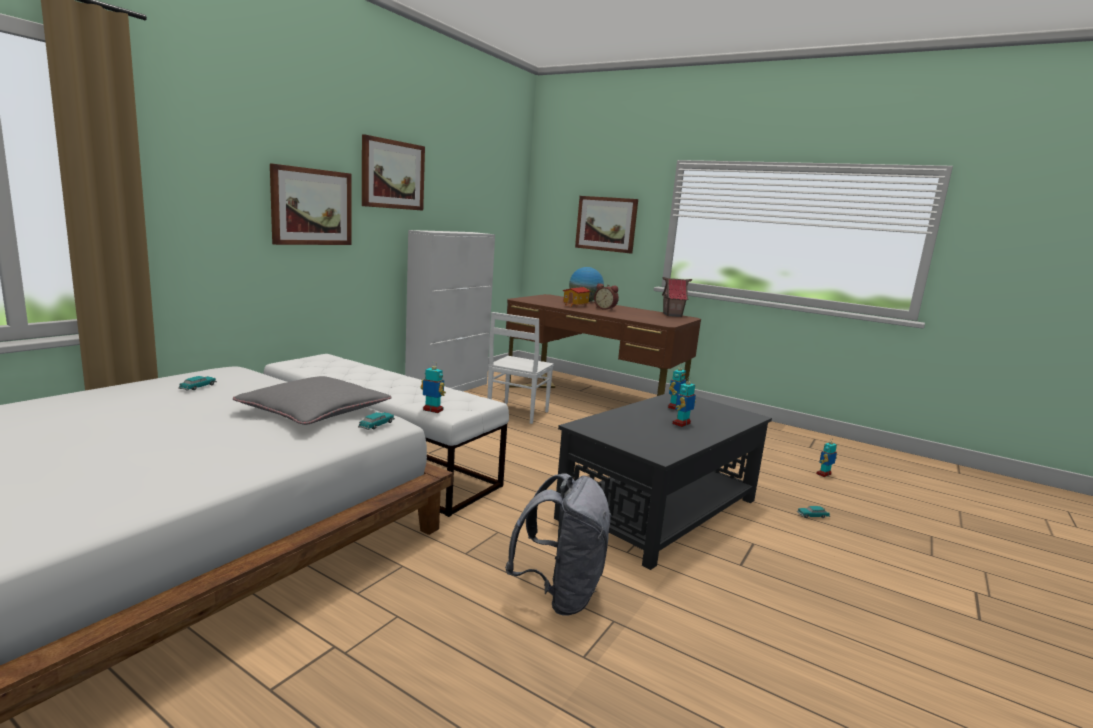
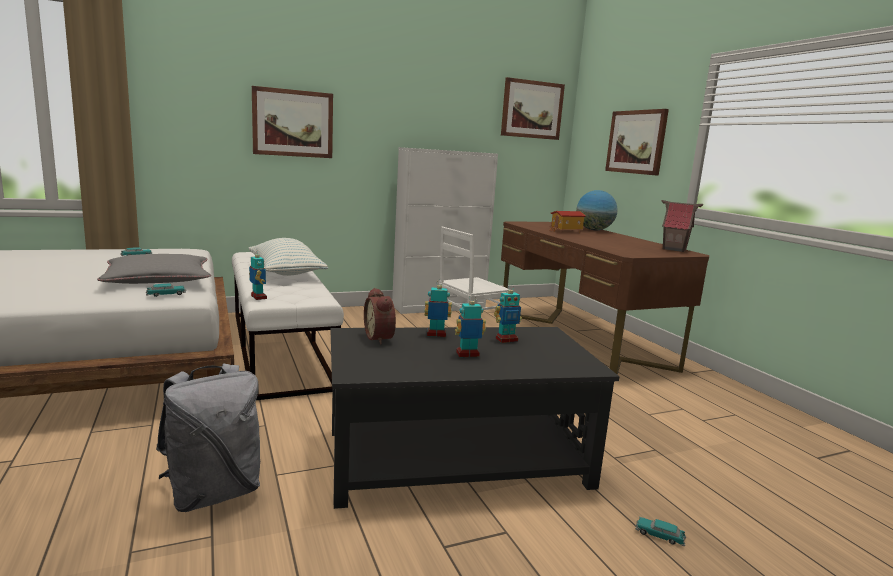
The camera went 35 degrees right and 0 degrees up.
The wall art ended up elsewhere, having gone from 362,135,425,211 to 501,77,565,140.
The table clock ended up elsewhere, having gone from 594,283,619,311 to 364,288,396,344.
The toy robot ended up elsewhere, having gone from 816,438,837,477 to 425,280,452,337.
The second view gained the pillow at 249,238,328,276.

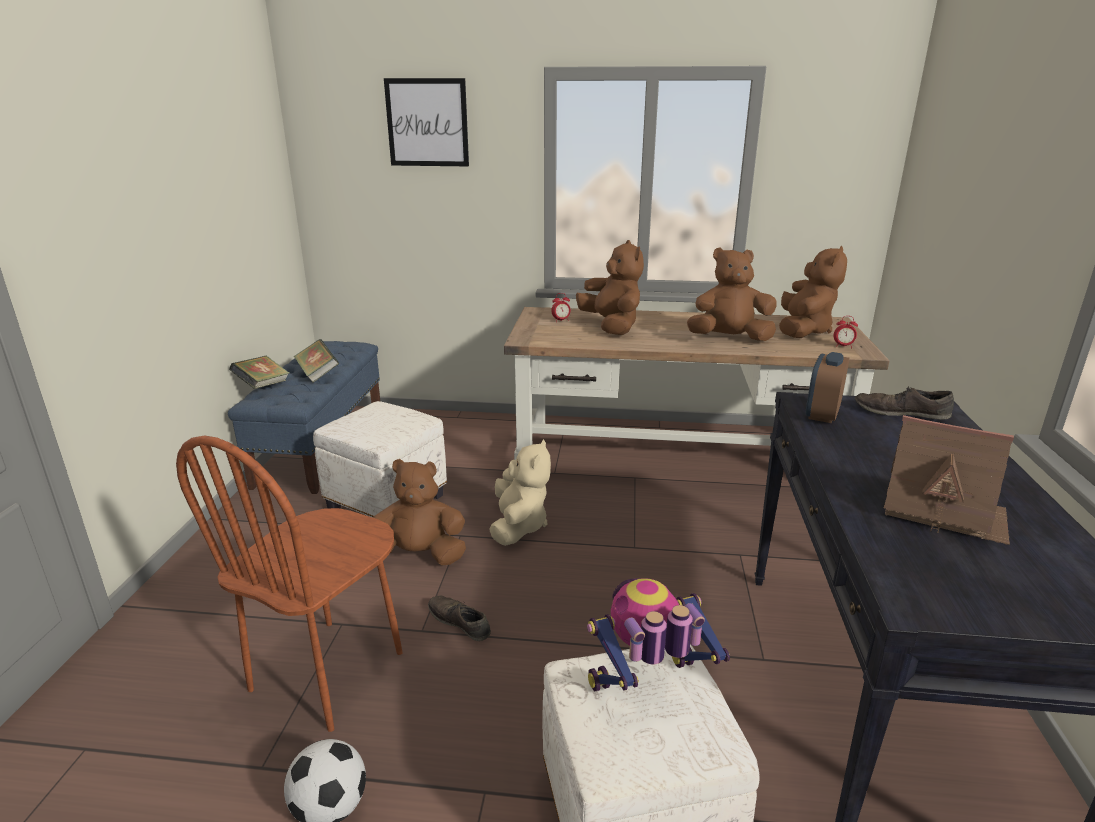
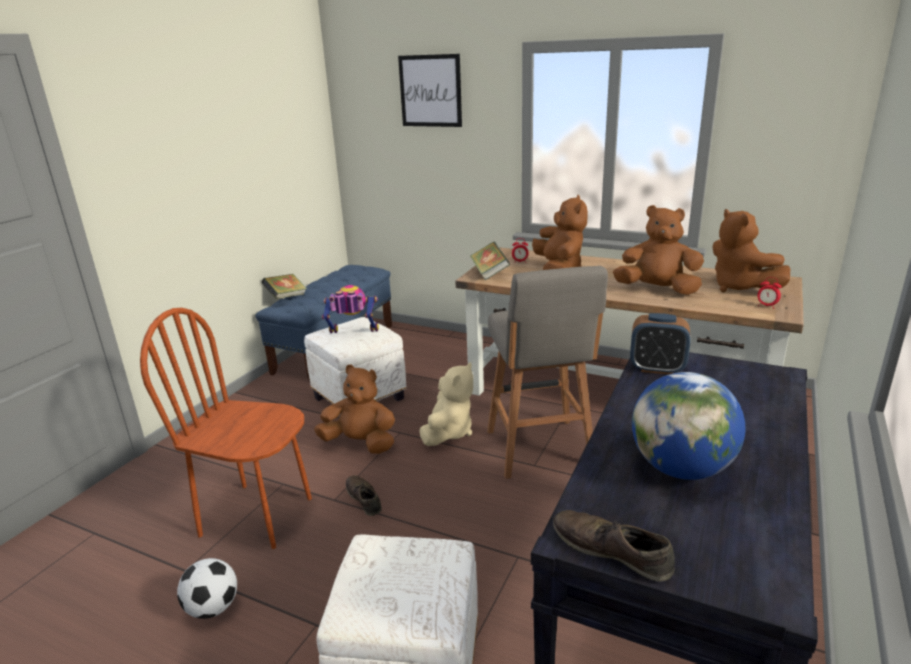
The camera went 20 degrees right and 0 degrees up.
The brownish upright chair at 176,436,403,732 ended up facing another way, 60 degrees clockwise from before.
The volume ended up elsewhere, having gone from 294,339,339,382 to 470,242,510,281.
The toy robot ended up elsewhere, having gone from 587,578,730,691 to 322,285,379,333.
The brownish soft toy at 779,246,847,338 ended up facing another way, 120 degrees clockwise from before.
The table clock at 806,352,849,423 ended up facing another way, 120 degrees counterclockwise from before.
The brownish low shoe ended up elsewhere, having gone from 855,386,954,420 to 553,510,675,582.
Where the model house stood at 884,415,1014,545, the world globe came to stand at 632,372,745,480.
The second view gained the grey sitting stool at 487,266,608,479.

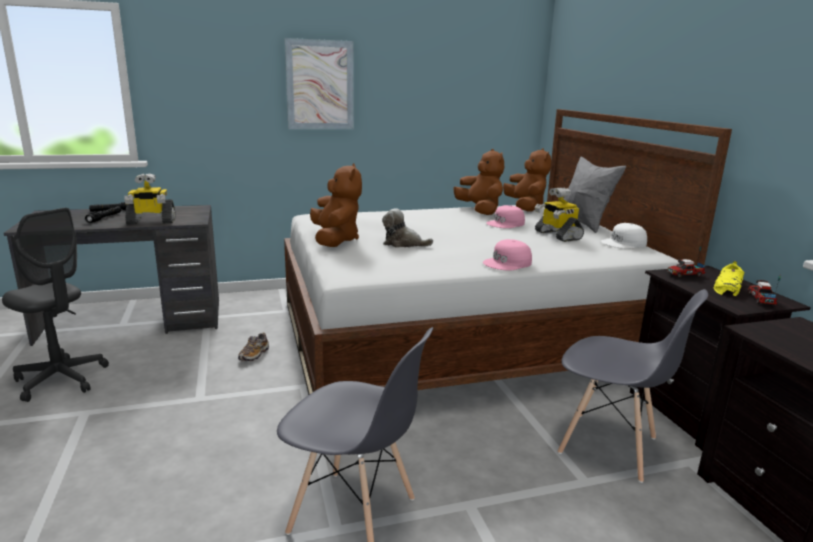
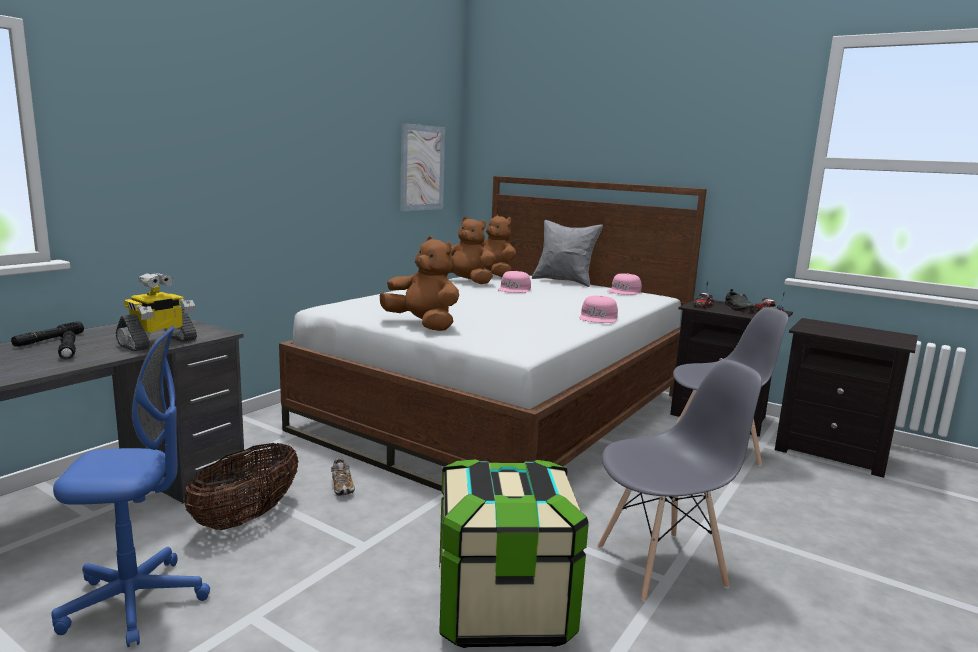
The camera went 40 degrees left and 5 degrees down.
What was the grey computer chair at 2,208,109,402 turned into the bluish computer chair at 51,326,210,647.
The wall art ended up elsewhere, having gone from 285,38,354,129 to 400,123,445,211.
The second view lost the soft toy at 382,208,433,247.
The second view lost the toy robot at 535,188,584,242.
What was the white-coloured baseball cap at 601,223,647,249 turned into the pink-coloured baseball cap at 607,273,642,295.
What was the yellow-coloured low shoe at 714,261,745,296 turned into the black-coloured low shoe at 725,289,755,313.
The second view gained the storage basket at 184,443,299,530.
The second view gained the storage box at 439,459,589,648.

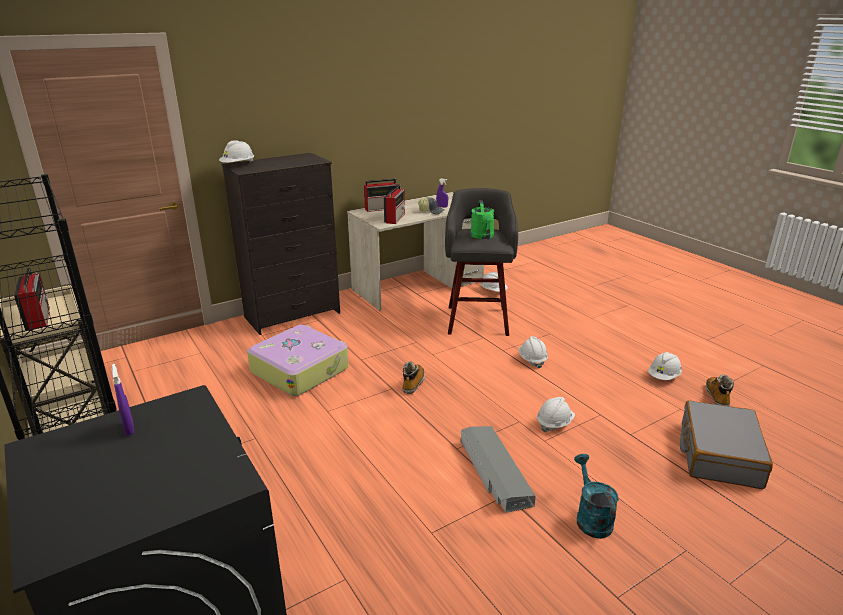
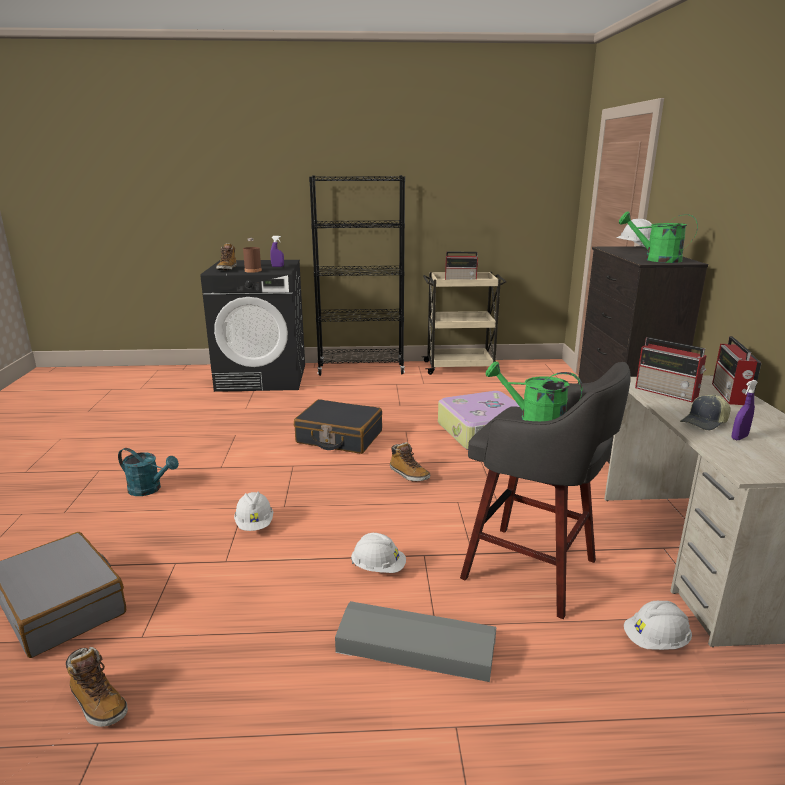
The camera went 120 degrees right and 5 degrees down.
The grey storage box ended up elsewhere, having gone from 461,426,536,513 to 335,601,496,682.
The second view lost the white-coloured safety helmet at 648,352,682,380.
The second view gained the boot at 216,243,237,270.
The second view gained the brownish drink bottle at 243,238,262,273.
The second view gained the black-coloured suitcase at 294,399,382,454.
The second view gained the greenish watering can at 619,211,698,263.

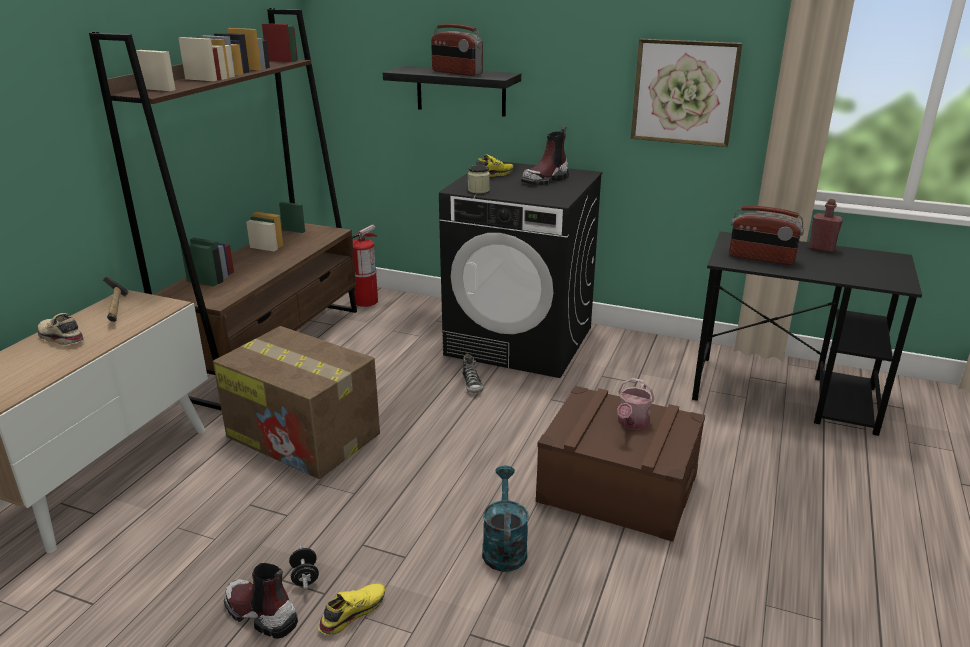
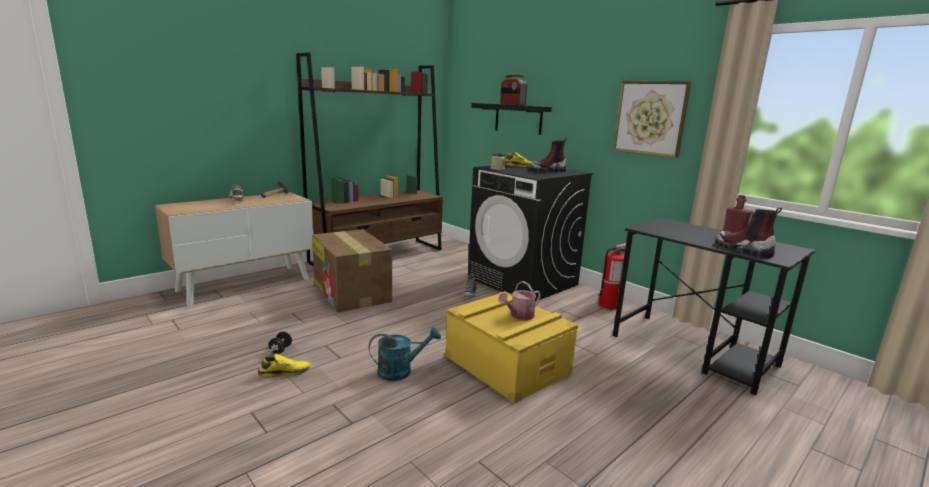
The camera went 25 degrees right and 10 degrees down.
The boot ended up elsewhere, having gone from 224,563,298,639 to 716,208,782,258.
The fire-fighting cylinder ended up elsewhere, having gone from 352,224,378,307 to 599,243,626,310.
The turquoise-coloured watering can at 482,465,529,572 ended up facing another way, 45 degrees clockwise from before.
What was the brownish storage box at 536,386,705,542 turned into the yellow-coloured storage box at 445,291,578,404.
The second view lost the radio set at 729,206,804,265.

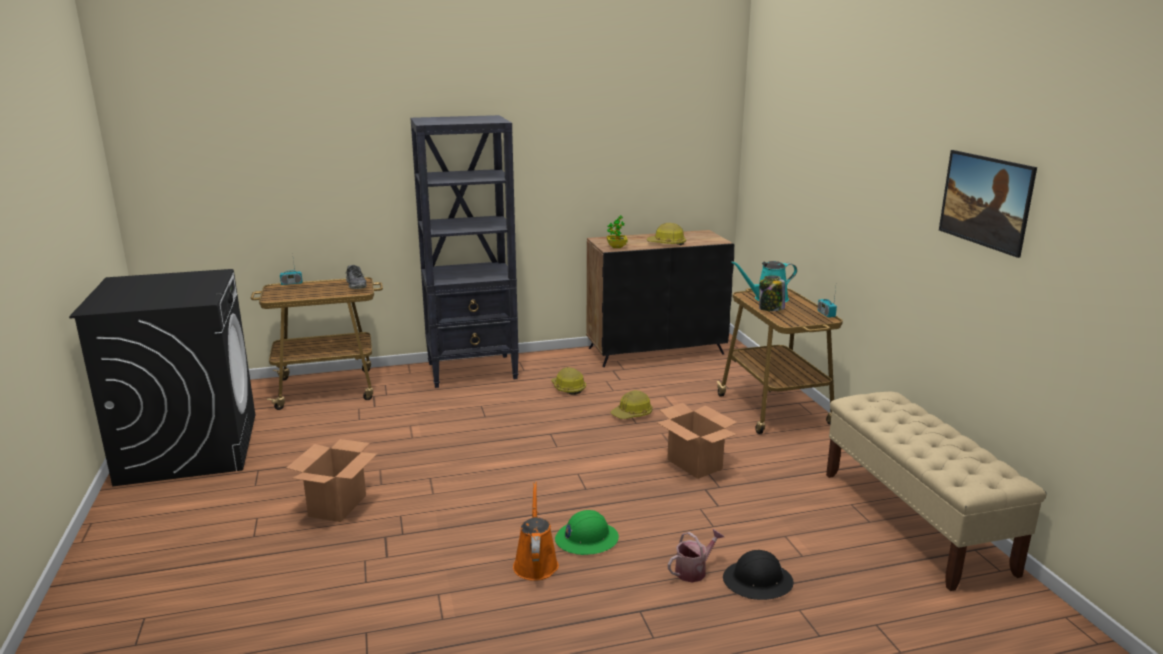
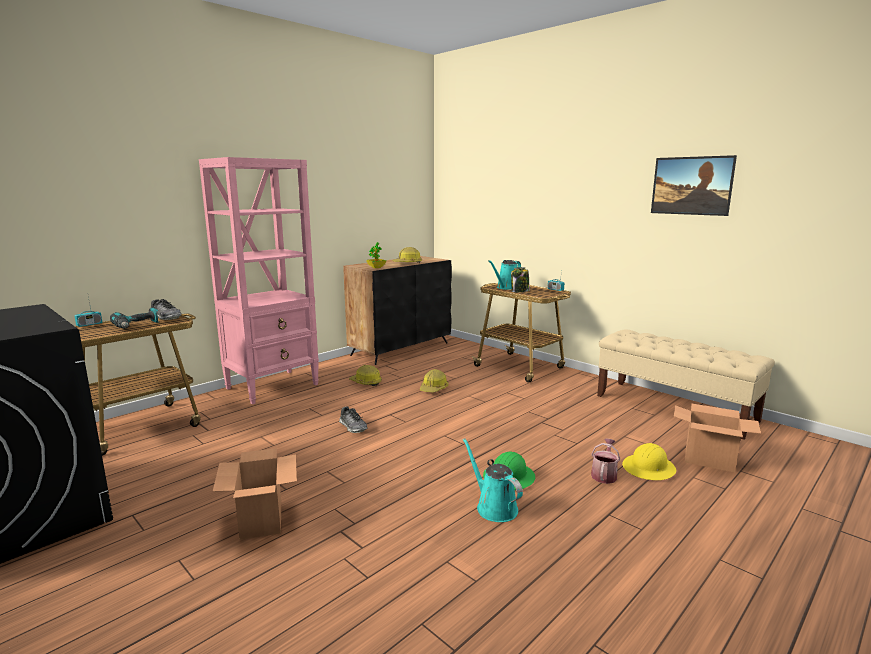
The camera went 30 degrees left and 5 degrees down.
What was the black-coloured bookshelf at 410,115,519,388 turned into the pink-coloured bookshelf at 199,157,319,404.
What was the orange-coloured watering can at 513,482,559,581 turned into the turquoise-coloured watering can at 463,438,523,522.
The packing box ended up elsewhere, having gone from 657,403,737,479 to 674,404,761,472.
What was the black-coloured safety helmet at 723,550,794,600 turned into the yellow-coloured safety helmet at 622,443,676,480.
The second view gained the power drill at 110,307,159,329.
The second view gained the low shoe at 339,406,368,433.

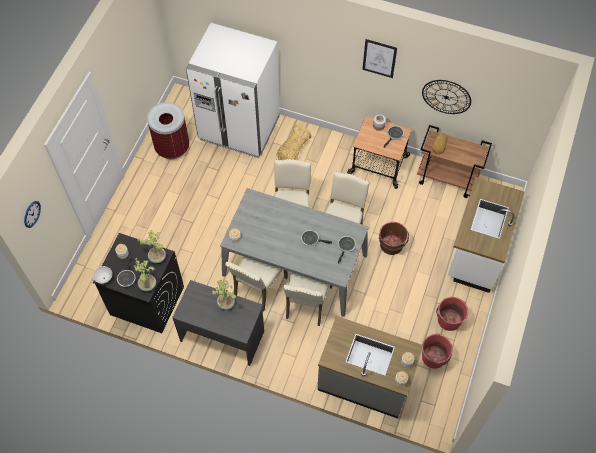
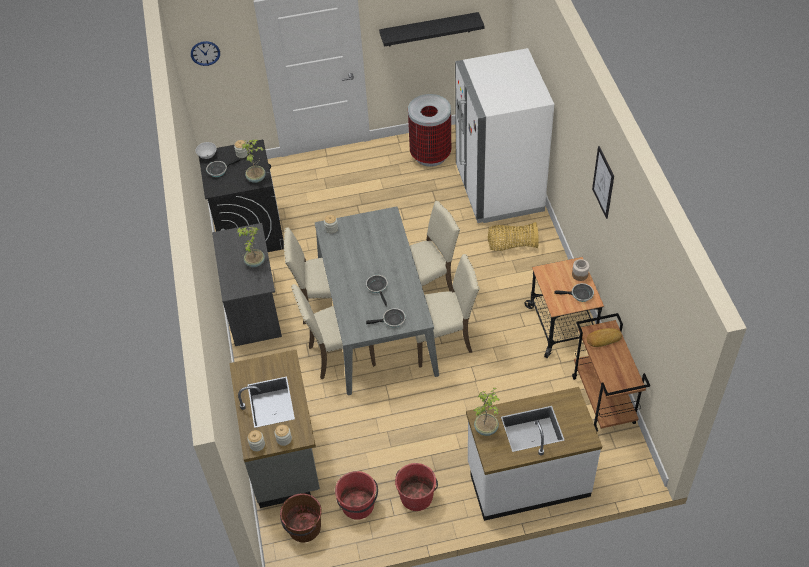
The camera went 60 degrees right and 10 degrees down.
The plant in a pot ended up elsewhere, having gone from 133,258,156,291 to 473,388,500,436.
The brownish water bucket ended up elsewhere, having gone from 379,222,409,255 to 280,493,322,542.
The second view lost the clock on the wall at 422,80,471,114.
The second view gained the black-coloured bracket shelf at 379,12,484,47.

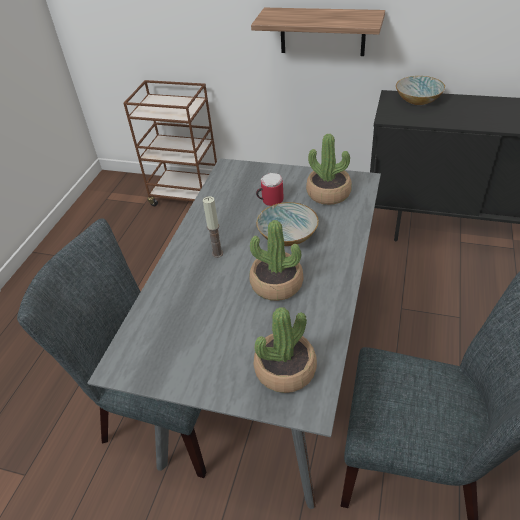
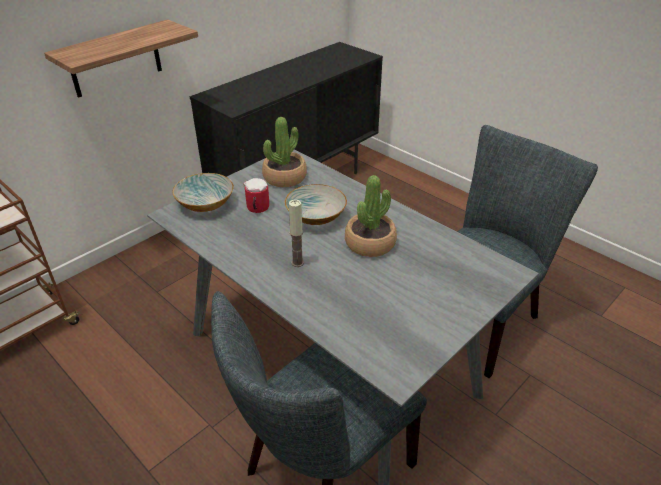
The camera went 65 degrees left and 5 degrees down.
The second view lost the plant in a pot at 254,307,317,393.
The bowl ended up elsewhere, having gone from 396,76,445,105 to 172,173,234,212.

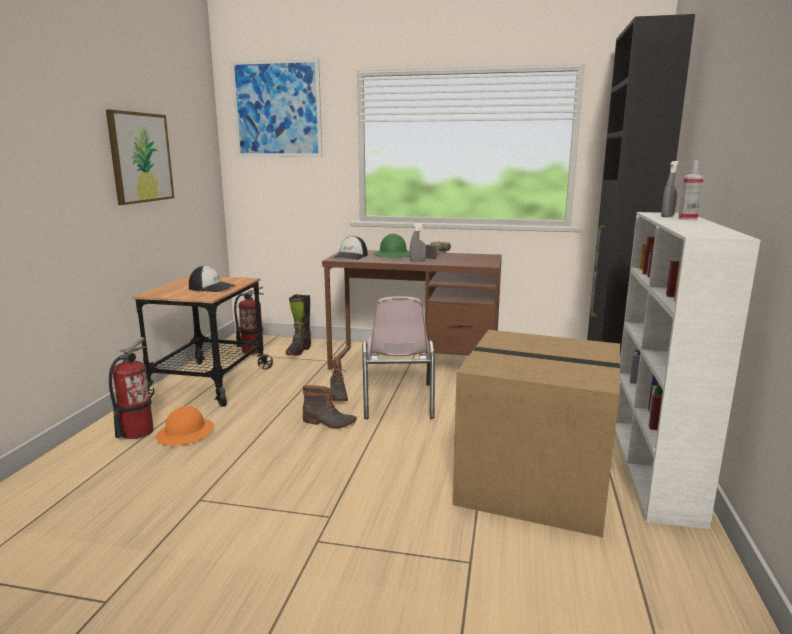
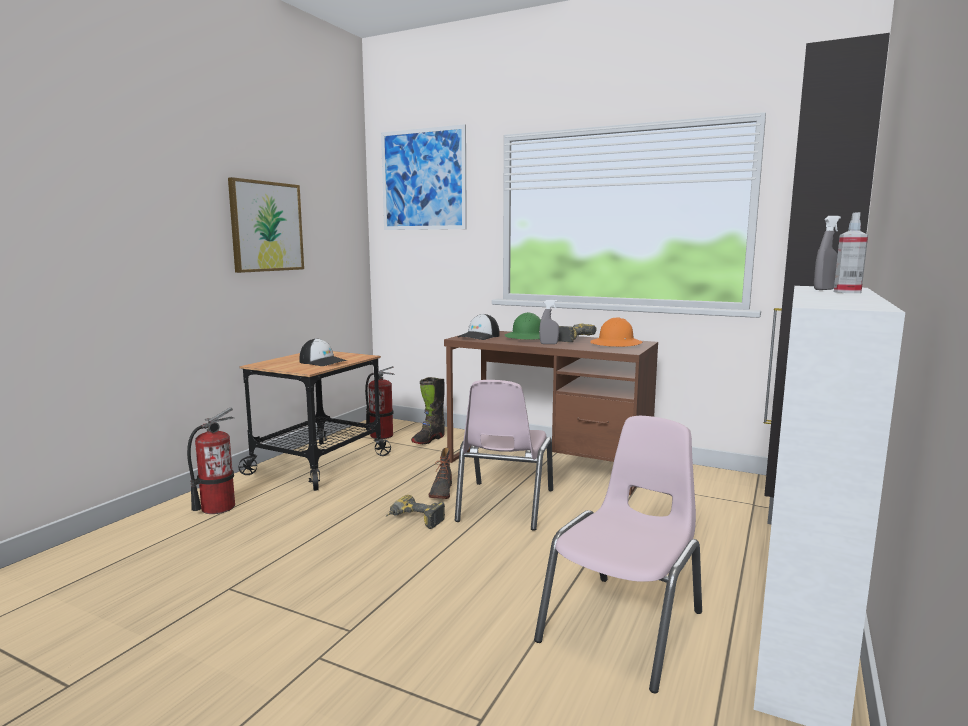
The camera went 15 degrees right and 5 degrees down.
The orange-coloured safety helmet ended up elsewhere, having gone from 156,406,214,446 to 590,317,642,347.
Where the boot stood at 303,385,357,429, the power drill came to stand at 386,495,445,529.
Where the packing box stood at 452,330,620,537, the pink-coloured upright chair came to stand at 534,416,702,694.

